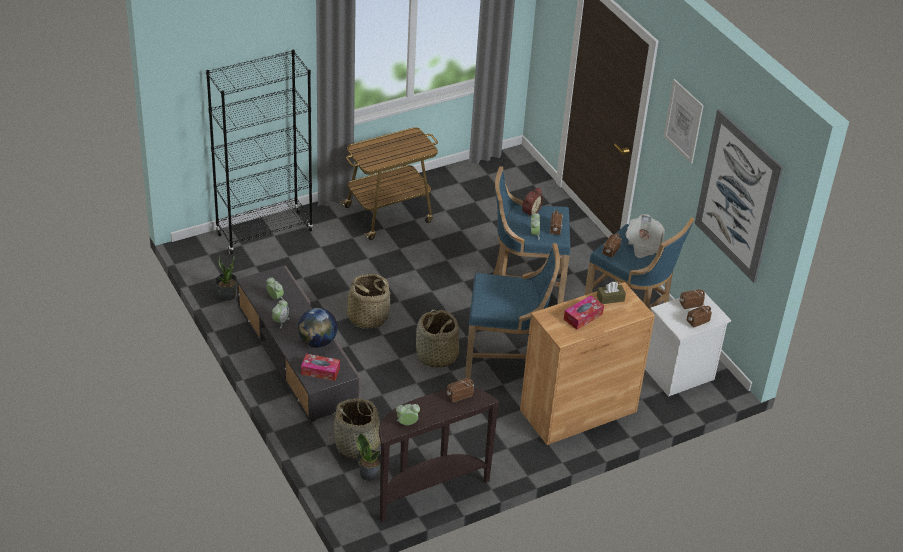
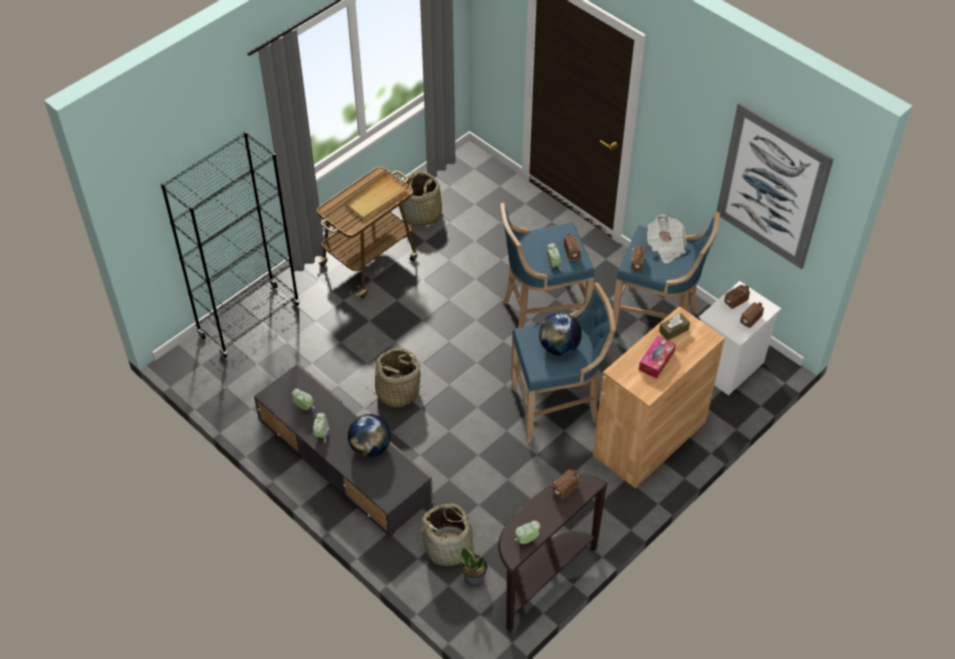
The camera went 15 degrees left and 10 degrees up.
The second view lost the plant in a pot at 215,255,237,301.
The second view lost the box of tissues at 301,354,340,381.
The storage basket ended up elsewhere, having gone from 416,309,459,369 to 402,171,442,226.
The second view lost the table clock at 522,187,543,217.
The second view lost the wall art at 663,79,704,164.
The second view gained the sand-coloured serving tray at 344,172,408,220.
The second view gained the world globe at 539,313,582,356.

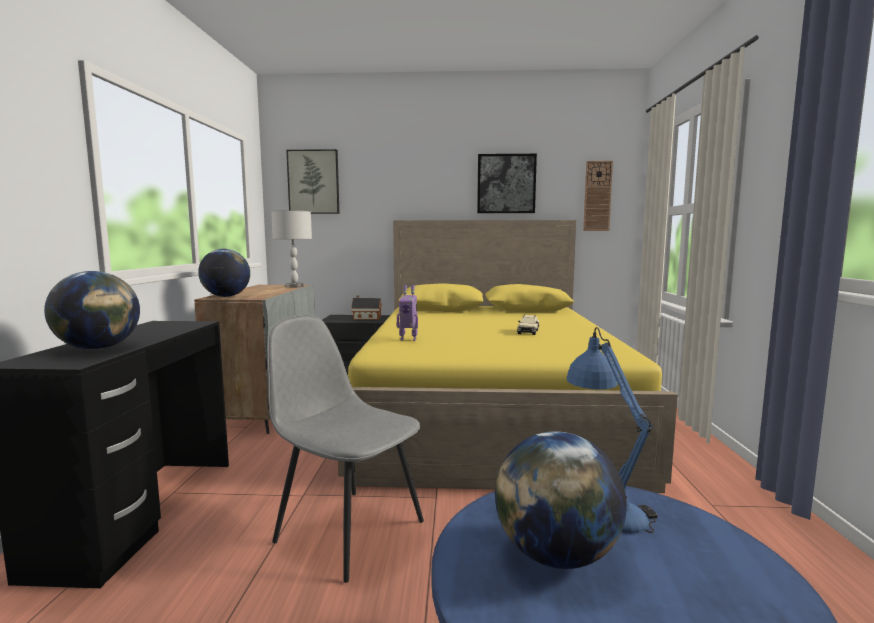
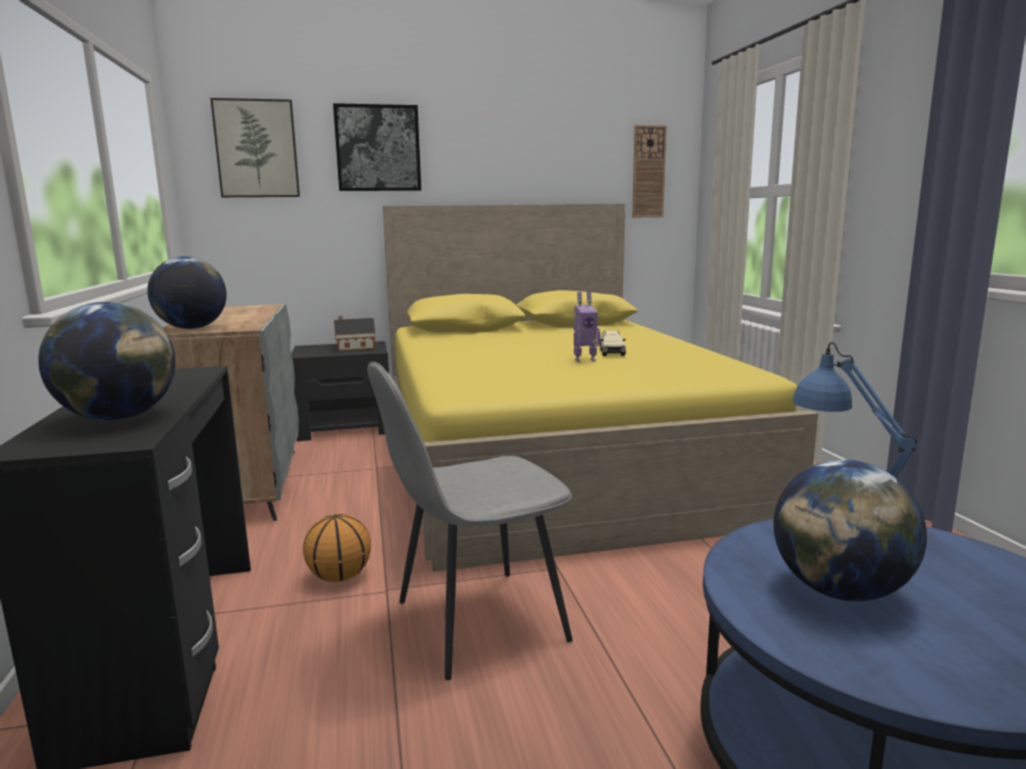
The camera went 15 degrees left and 5 degrees up.
The grey upright chair at 267,315,424,583 ended up facing another way, 45 degrees counterclockwise from before.
The second view lost the grey lamp for a table at 271,210,312,288.
The toy robot ended up elsewhere, having gone from 397,285,418,341 to 573,292,600,362.
The wall art ended up elsewhere, having gone from 477,154,537,213 to 333,103,421,191.
The second view gained the ball for basketball at 303,513,371,582.

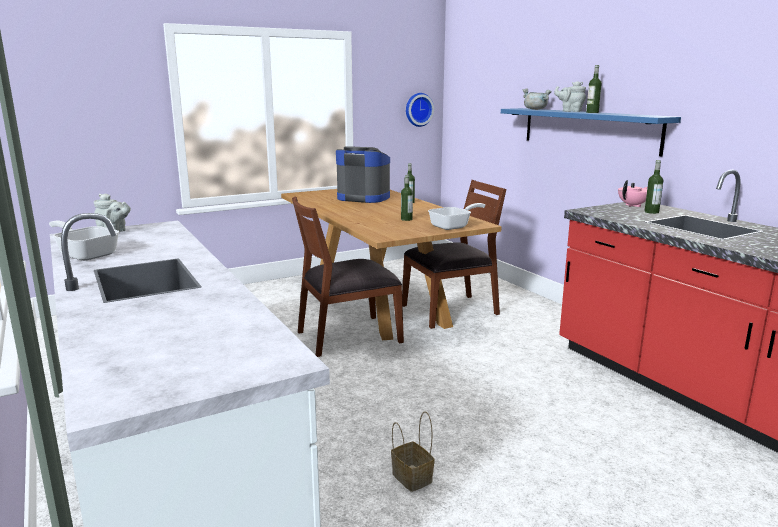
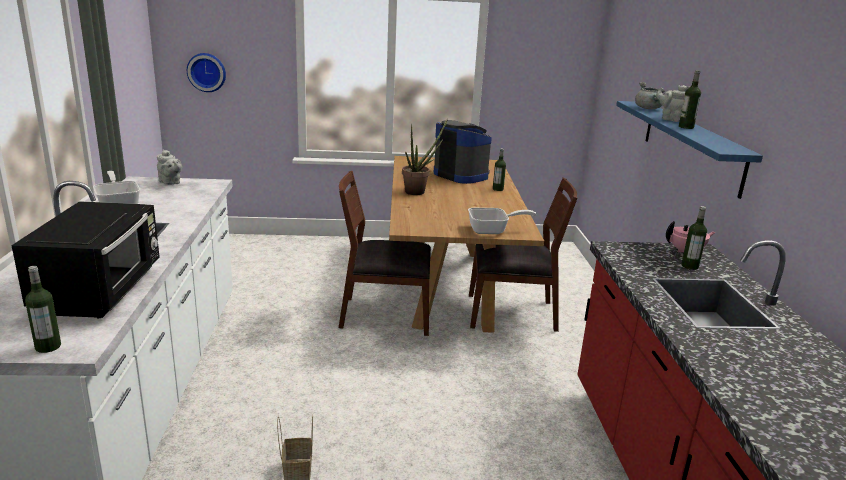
The camera went 25 degrees right and 5 degrees up.
The drink bottle ended up elsewhere, having gone from 401,175,413,221 to 25,266,61,353.
The clock on the wall ended up elsewhere, having gone from 406,93,434,127 to 187,53,226,92.
The second view gained the black-coloured kitchen microwave at 11,201,160,318.
The second view gained the plant in a pot at 402,118,448,195.

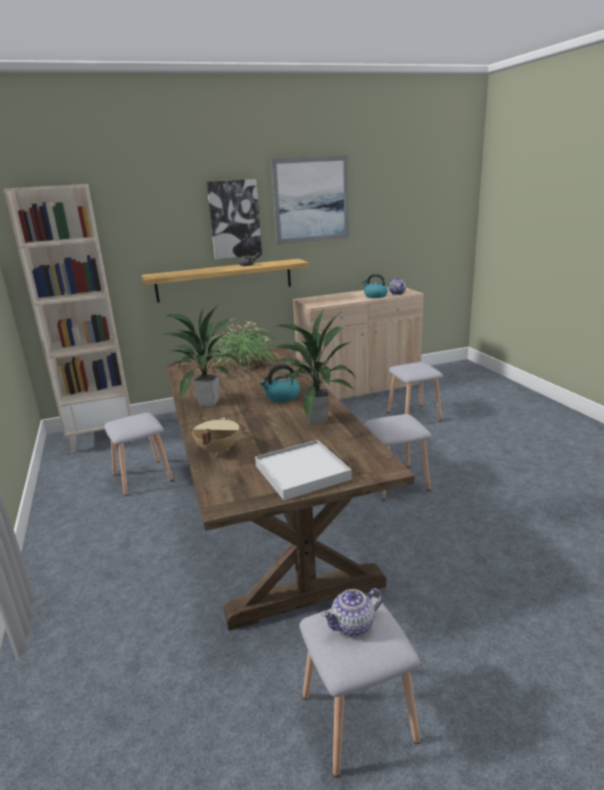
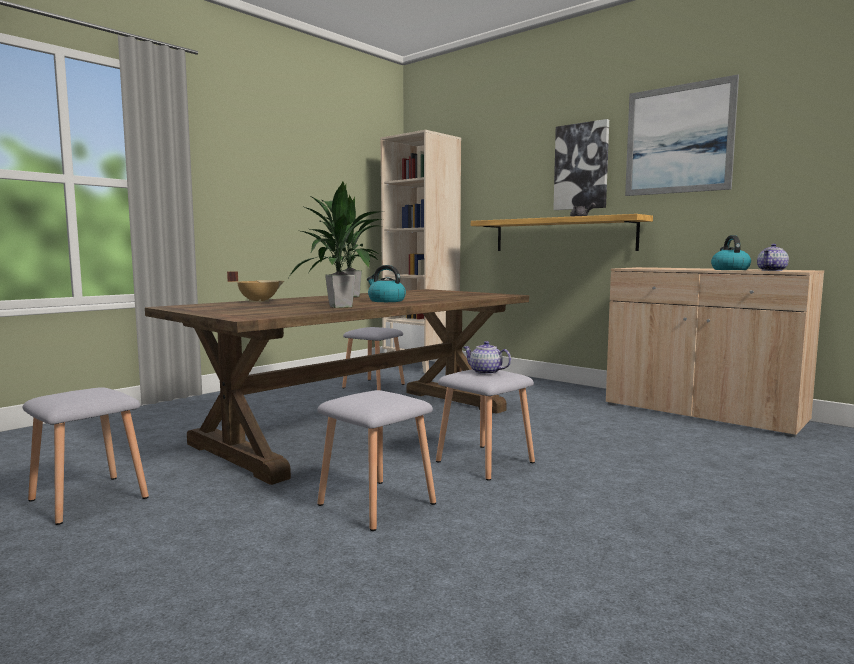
The camera went 60 degrees right and 15 degrees down.
The second view lost the plant in a pot at 210,320,284,372.
The second view lost the white-coloured serving tray at 255,440,352,500.
The pot for tea ended up elsewhere, having gone from 321,588,383,636 to 463,341,511,375.
The grey sitting stool ended up elsewhere, having gone from 387,362,443,421 to 317,390,436,531.

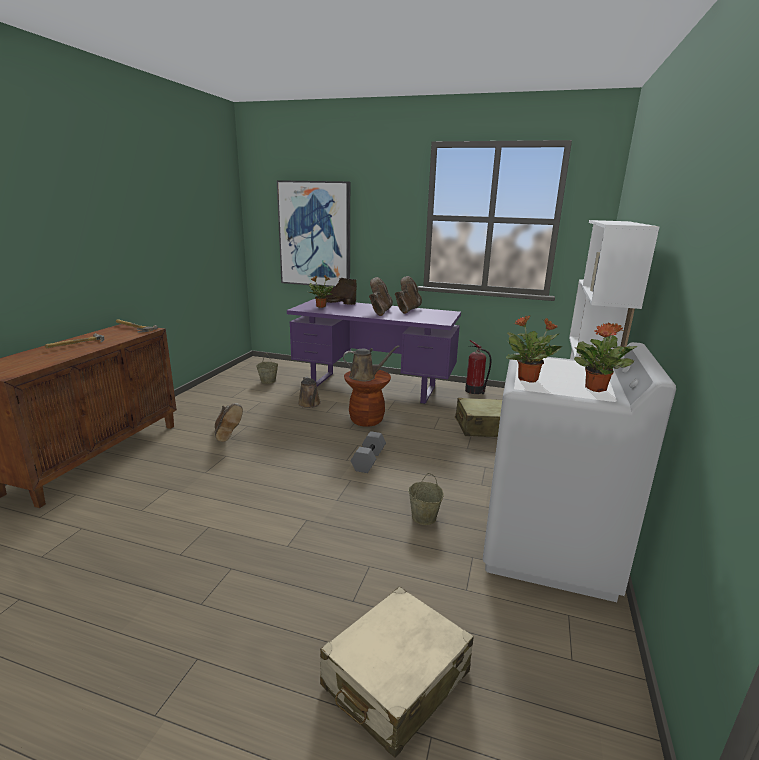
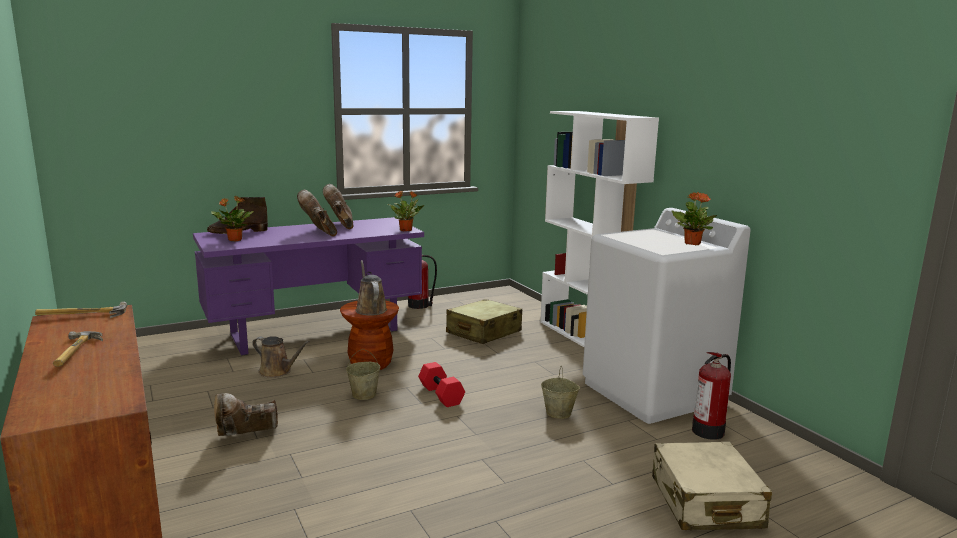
The camera went 45 degrees left and 5 degrees down.
The brownish boot at 215,403,243,442 ended up facing another way, 135 degrees clockwise from before.
The sand-coloured water bucket ended up elsewhere, having gone from 256,353,278,384 to 346,349,380,400.
The second view lost the wall art at 277,180,350,287.
The brownish watering can at 343,345,400,381 ended up facing another way, 60 degrees counterclockwise from before.
What was the grey hand weight at 351,431,386,473 turned into the red-coloured hand weight at 418,362,465,407.
The plant in a pot ended up elsewhere, having gone from 506,315,562,383 to 387,191,424,231.
The second view gained the fire-fighting cylinder at 692,352,731,440.

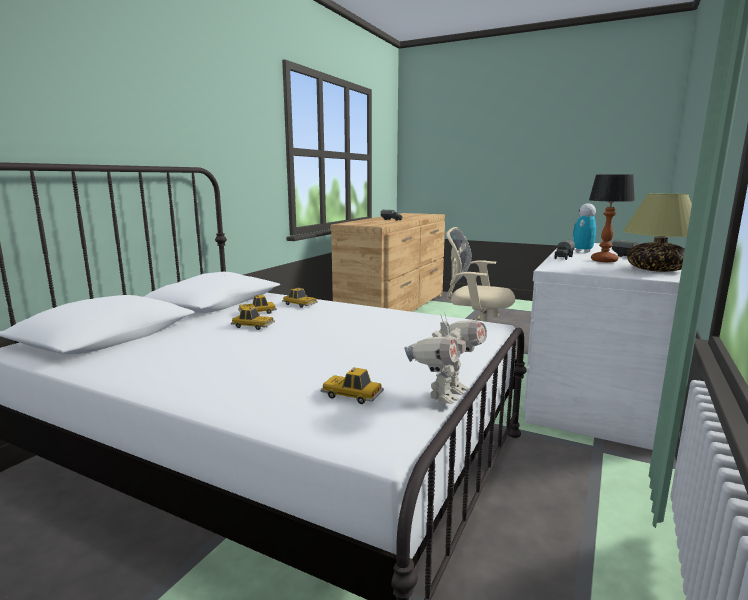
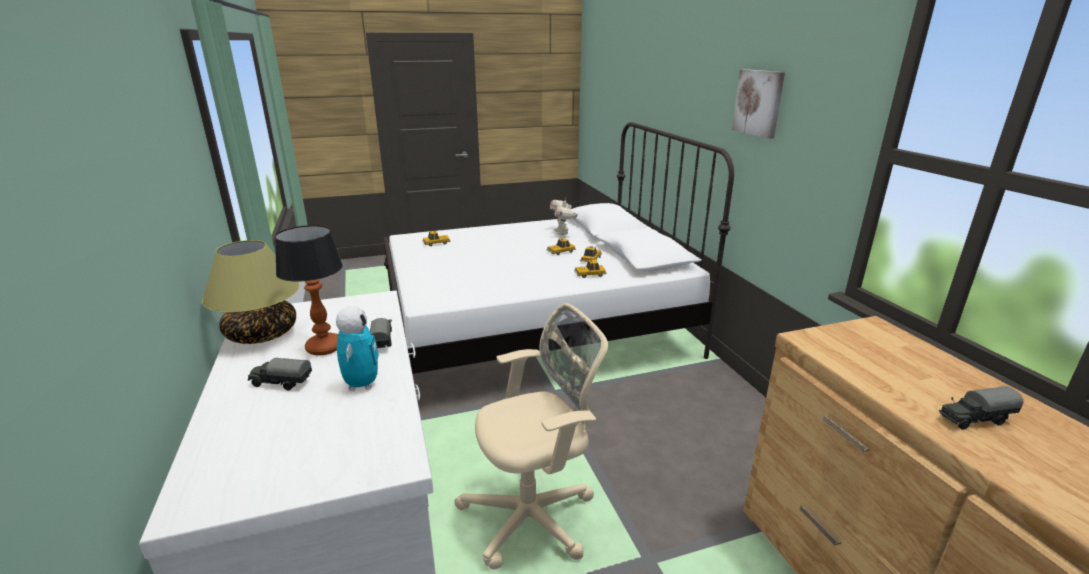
The camera went 135 degrees right and 10 degrees up.
The toy robot ended up elsewhere, having gone from 404,312,487,404 to 550,199,578,235.
The second view gained the wall art at 732,69,785,139.

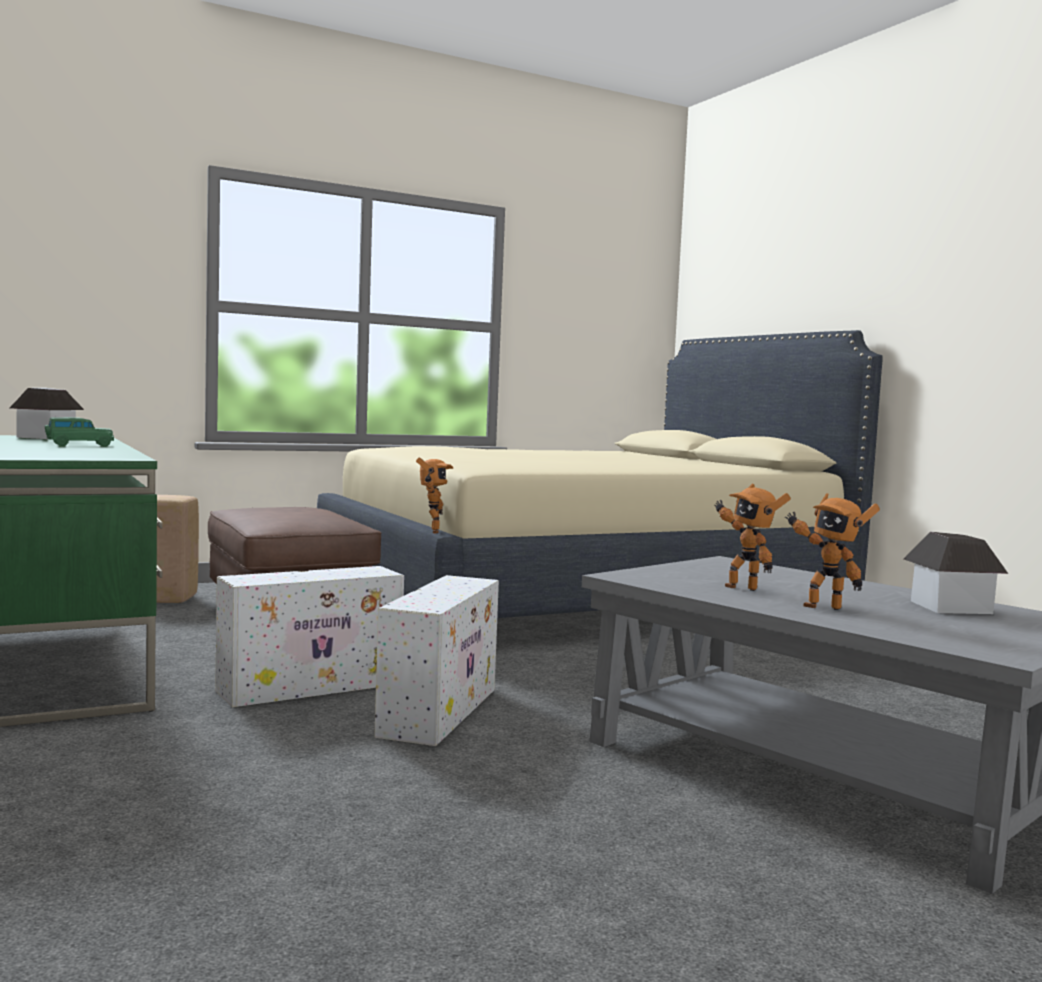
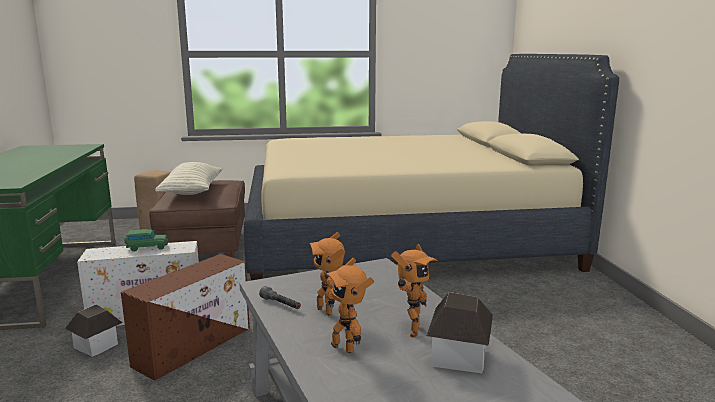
The camera went 20 degrees right and 10 degrees up.
The model house ended up elsewhere, having gone from 10,388,84,439 to 65,304,123,357.
The greenish model car ended up elsewhere, having gone from 45,417,114,446 to 124,229,168,251.
What was the white-coloured storage box at 374,575,499,746 turned into the brownish storage box at 121,254,250,381.
The toy robot ended up elsewhere, having gone from 416,458,453,533 to 391,244,438,338.
The second view gained the pillow at 155,162,222,195.
The second view gained the grey hand torch at 259,286,301,309.

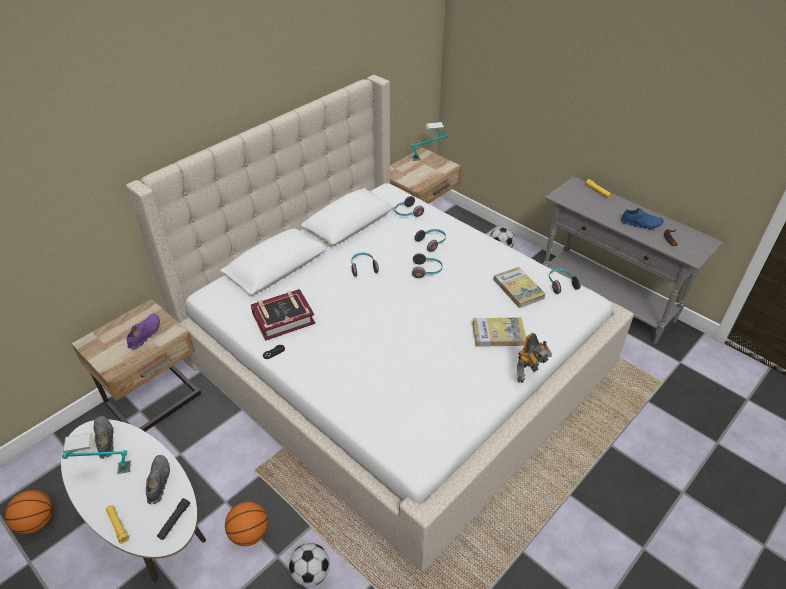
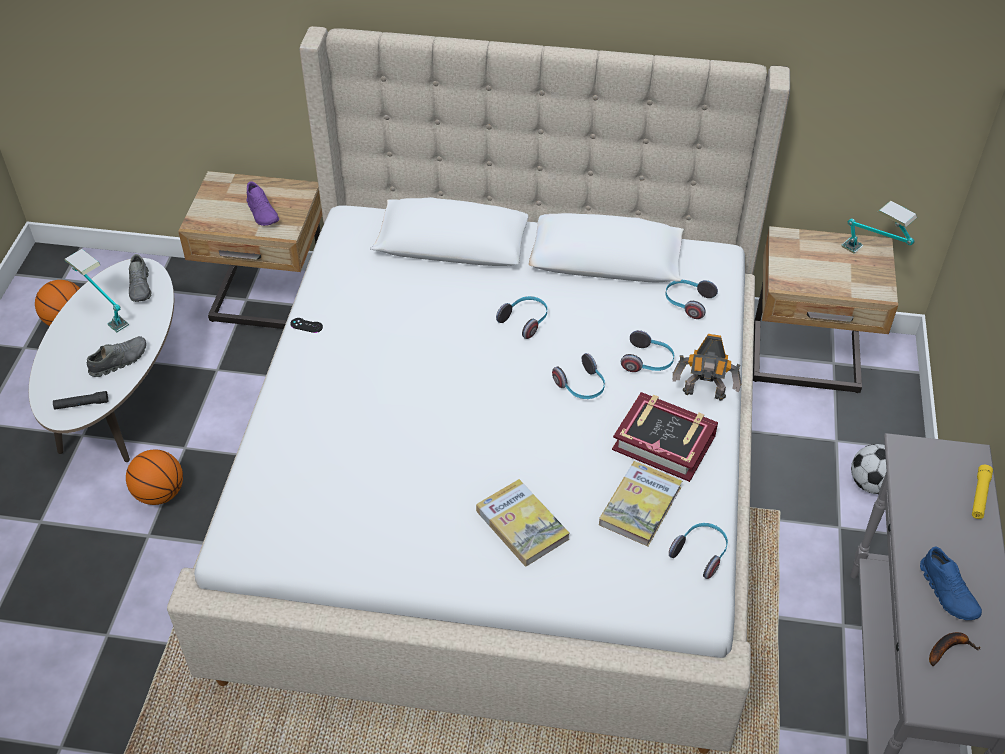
The camera went 55 degrees right and 5 degrees up.
The grey low shoe at 94,416,114,459 ended up facing another way, 135 degrees clockwise from before.
The second view lost the yellow-coloured hand torch at 106,505,129,544.
The purplish low shoe at 127,314,160,349 ended up facing another way, 75 degrees clockwise from before.
The volume ended up elsewhere, having gone from 251,289,315,341 to 612,392,718,482.
The second view lost the ball for football at 289,543,330,587.
The toy robot ended up elsewhere, having gone from 517,332,552,383 to 673,334,742,401.

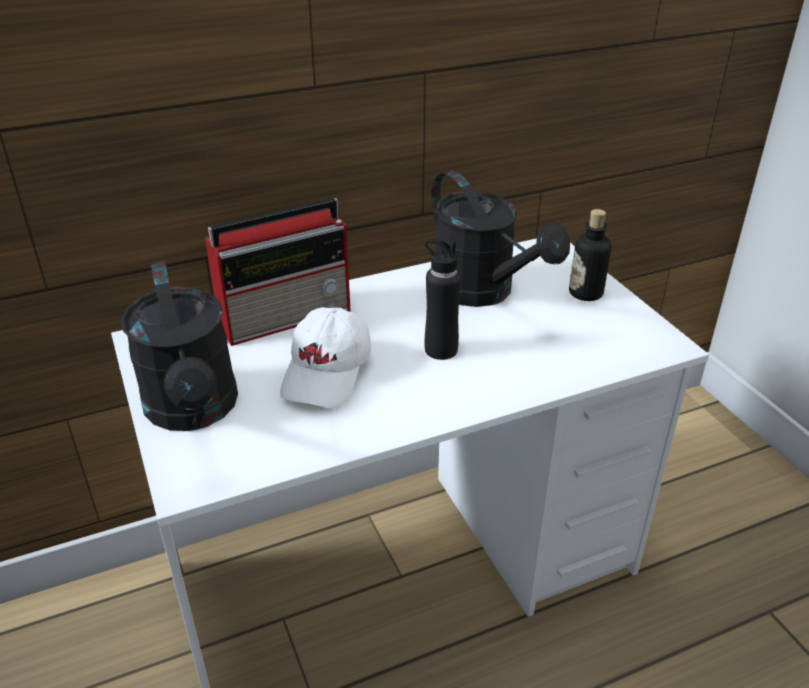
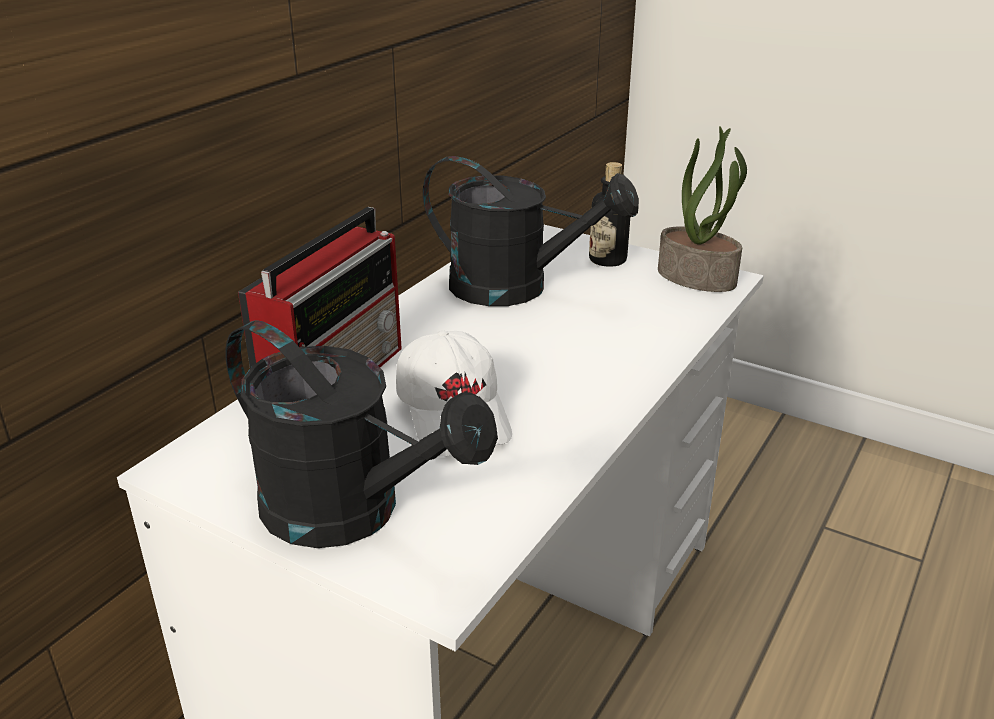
The camera went 35 degrees left and 5 degrees down.
The second view lost the black-coloured drink bottle at 424,239,461,360.
The second view gained the plant in a pot at 658,126,747,292.

